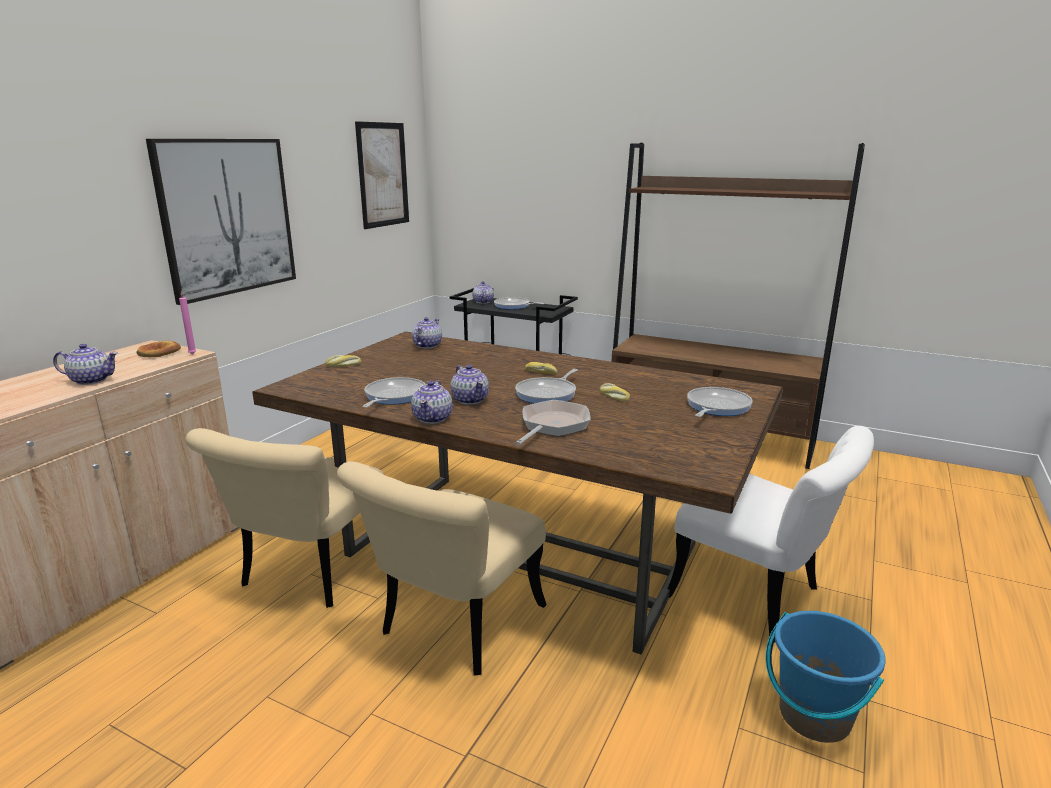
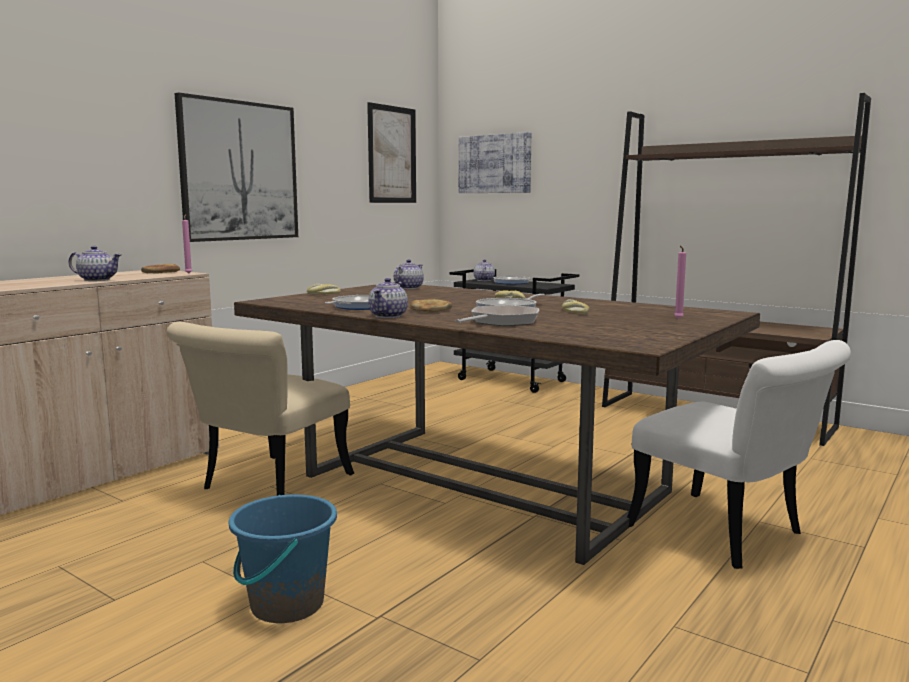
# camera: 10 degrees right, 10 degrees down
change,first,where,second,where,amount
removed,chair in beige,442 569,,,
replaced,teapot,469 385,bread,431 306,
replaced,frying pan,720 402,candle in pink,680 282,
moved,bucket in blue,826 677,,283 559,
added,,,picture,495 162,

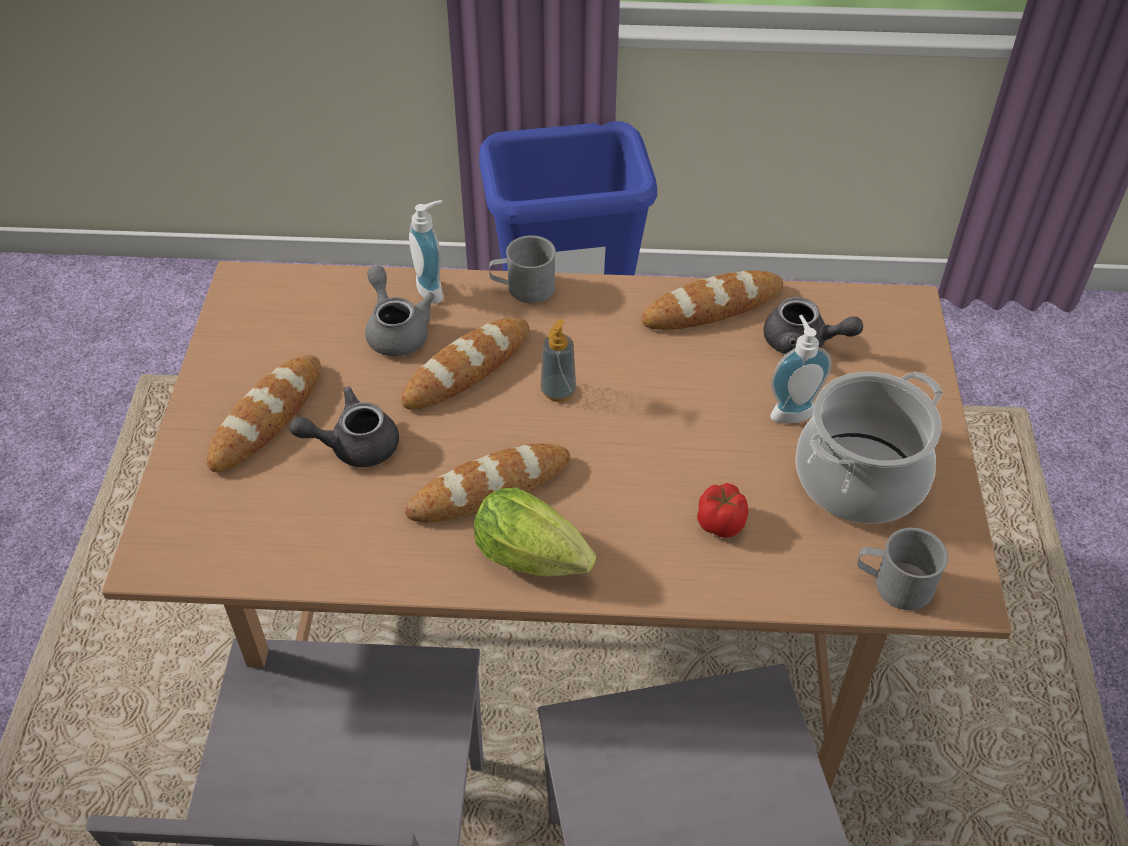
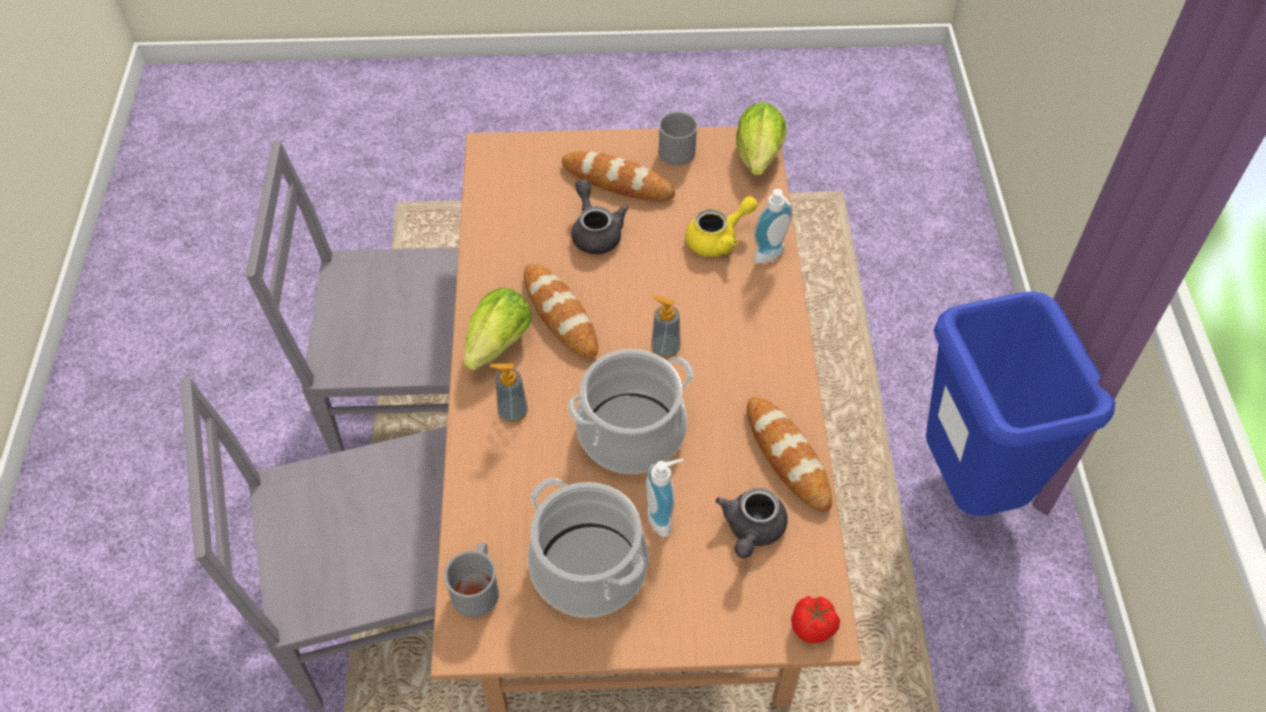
# camera: 85 degrees right, 5 degrees up
change,first,where,second,where,amount
recoloured,teapot in grey,400 311,teapot in yellow,721 226,
removed,bread,465 364,,,
moved,mug in grey,522 269,,678 138,
moved,tomato,722 510,,815 620,
added,,,soap dispenser,509 393,
added,,,cooking pot,631 411,
added,,,lettuce,761 138,

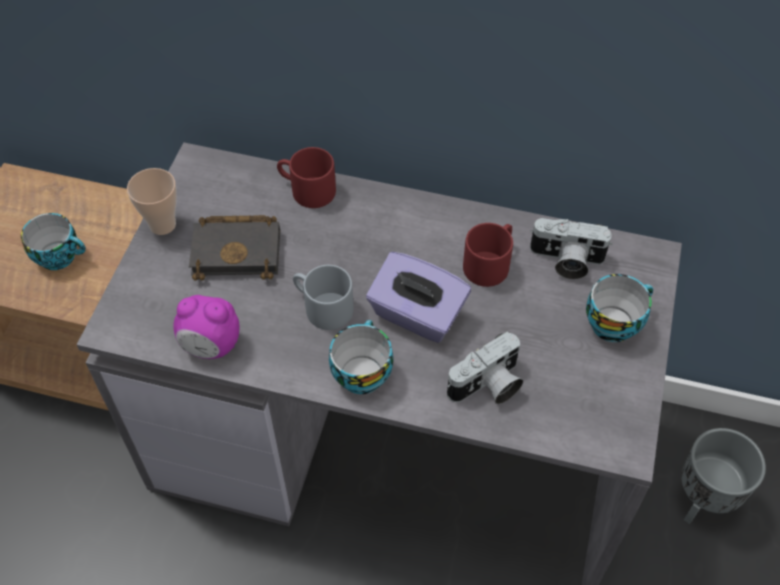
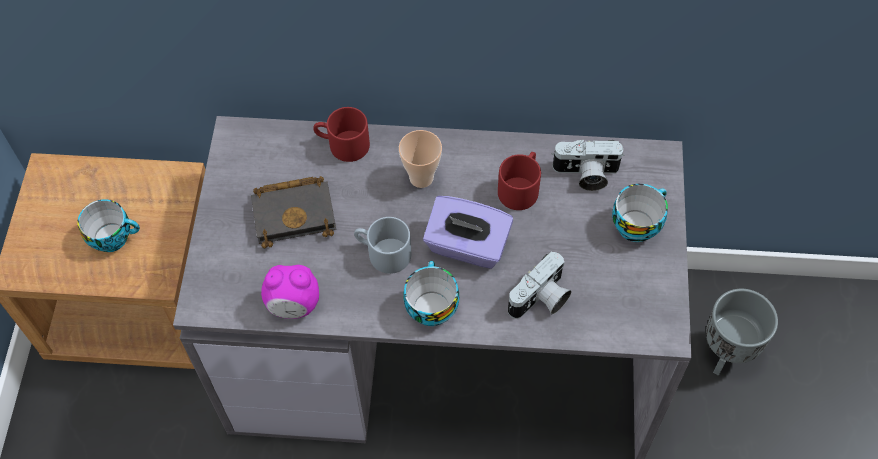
# camera: 10 degrees left, 5 degrees up
change,first,where,second,where,amount
moved,cup,152 201,,420 159,

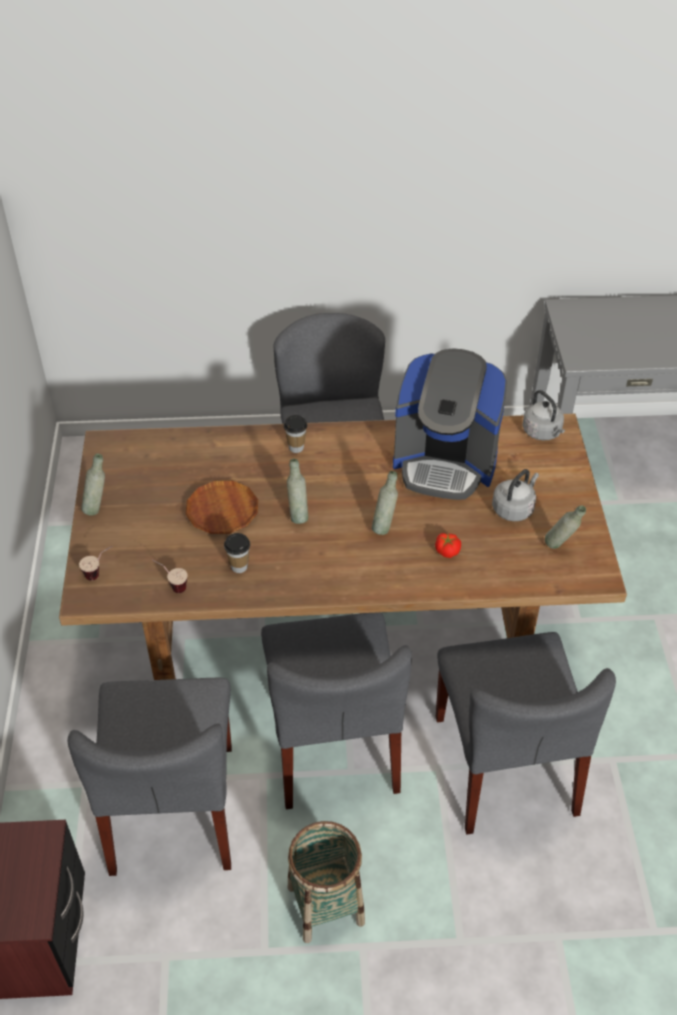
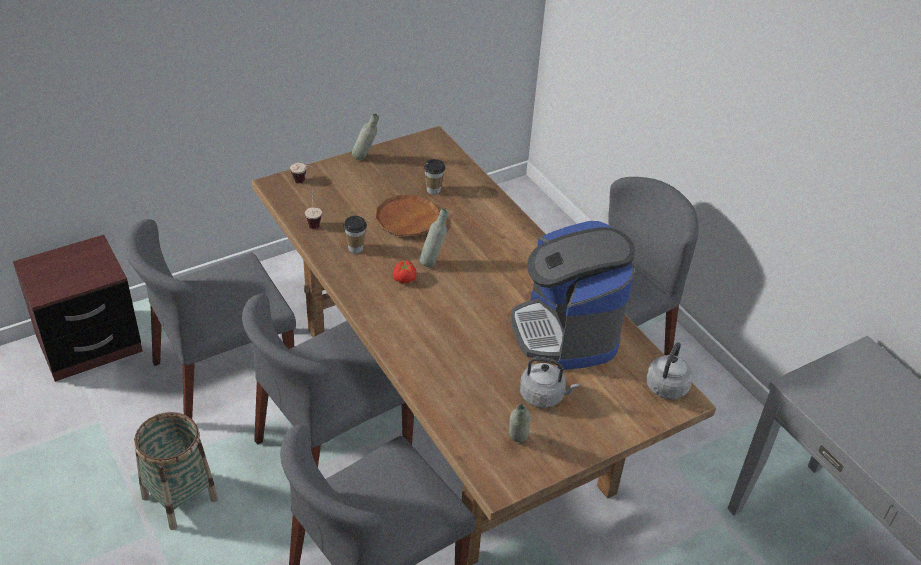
# camera: 60 degrees right, 5 degrees down
change,first,where,second,where,amount
moved,cup,296 434,,434 177,
removed,bottle in grey,385 503,,,
moved,tomato,448 545,,405 272,

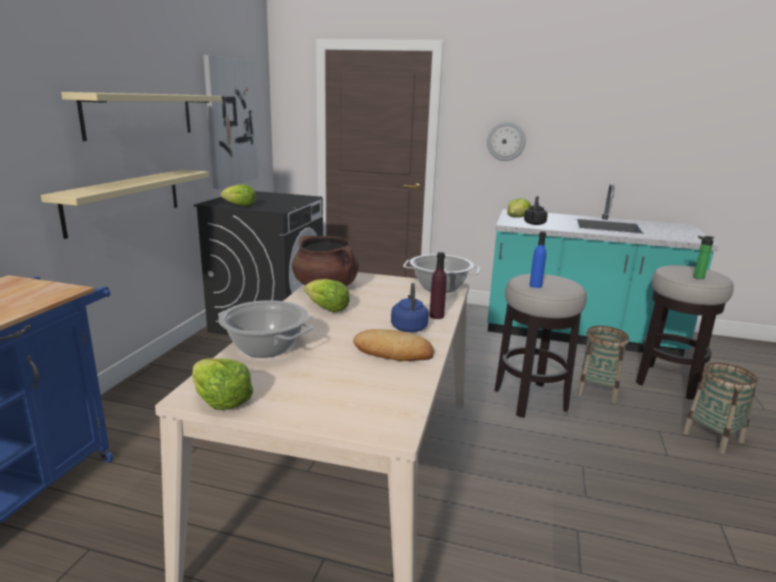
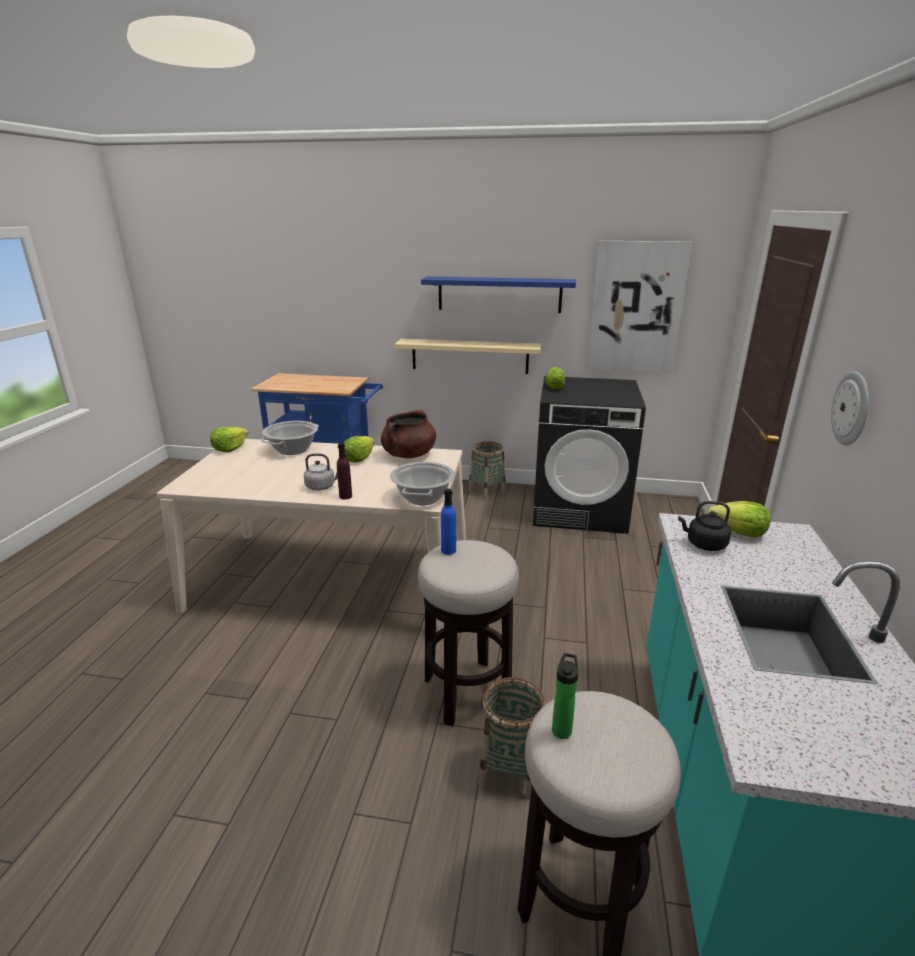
# camera: 85 degrees right, 5 degrees up
change,first,where,second,where,amount
recoloured,shelf in beige,141 116,shelf in blue,498 295,
removed,bread,393 345,,,
recoloured,kettle in blue,410 307,kettle in grey,321 472,
moved,basket,720 408,,487 470,

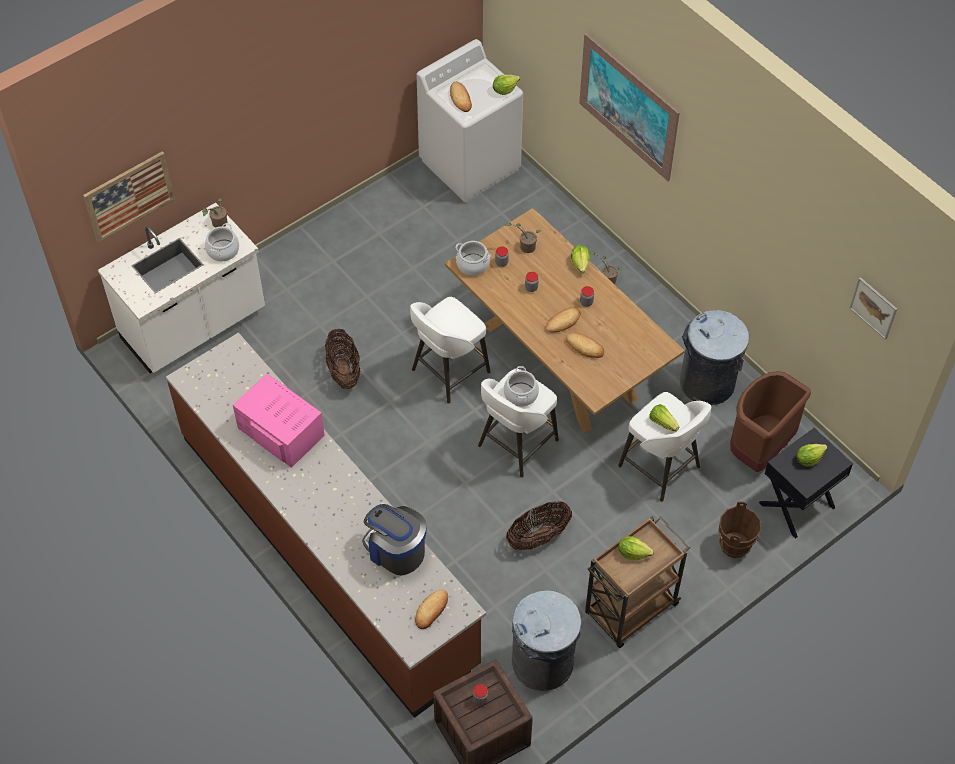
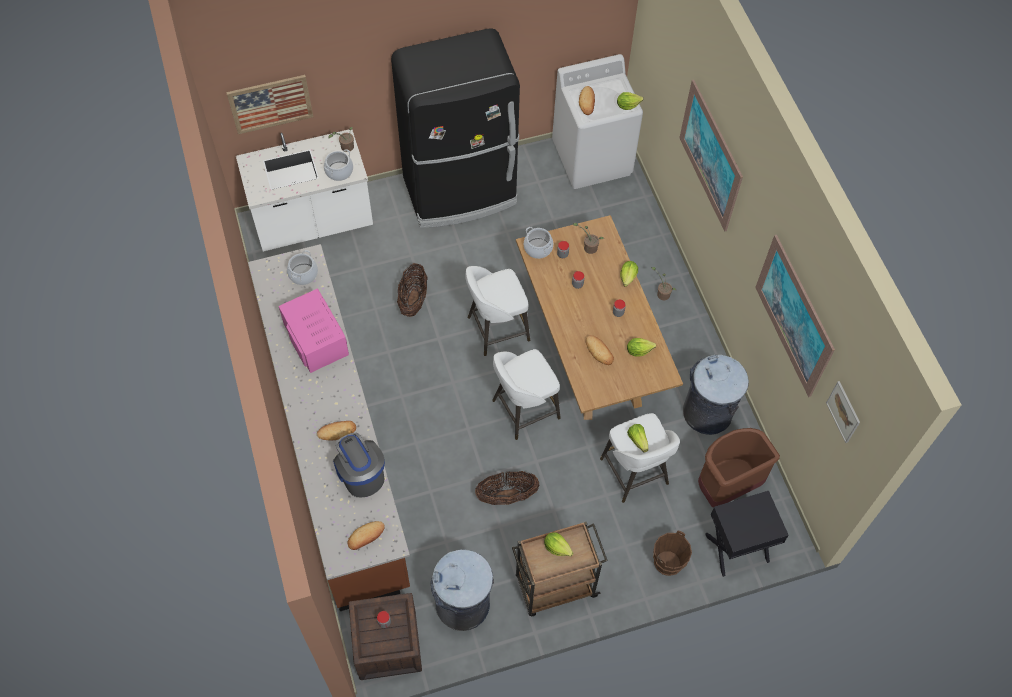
# camera: 20 degrees right, 5 degrees up
change,first,where,second,where,amount
moved,cooking pot,521 386,,302 267,
moved,bread,563 320,,336 431,
moved,lettuce,812 455,,641 347,
added,,,fridge in black,455 128,
added,,,picture,795 316,

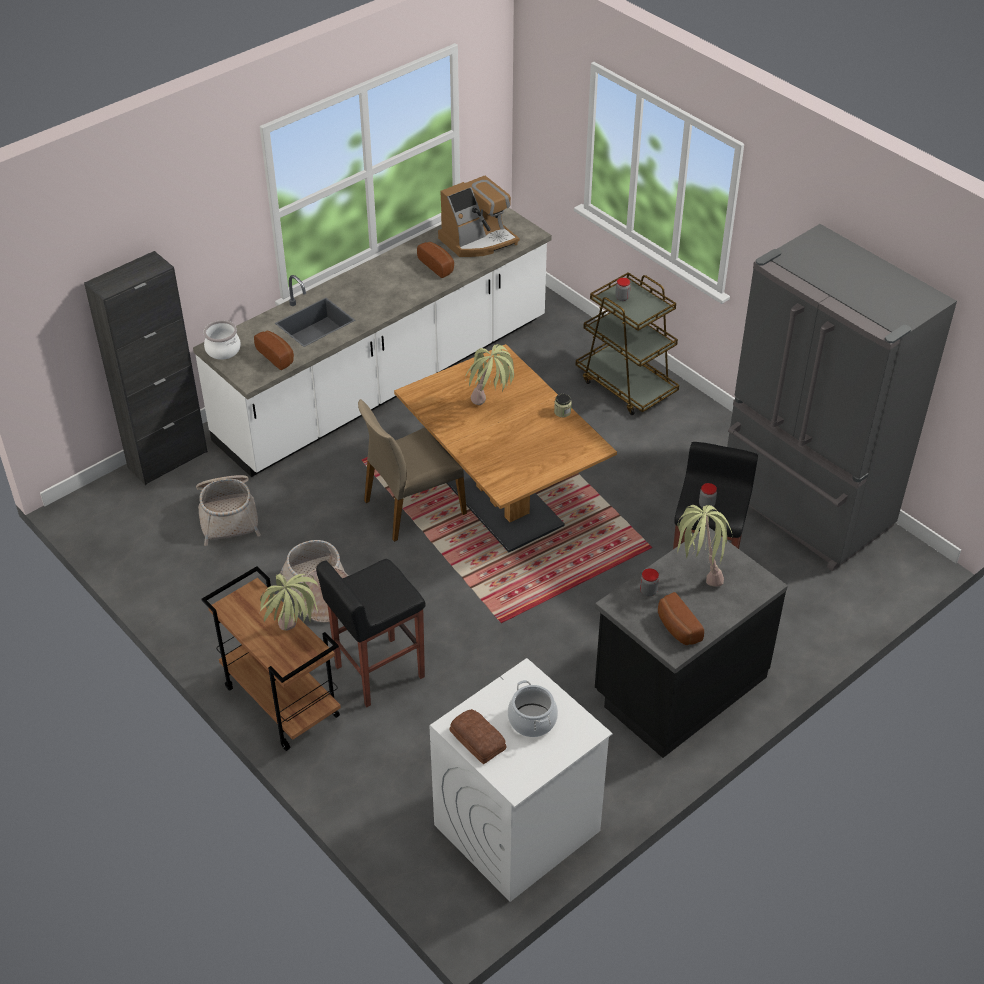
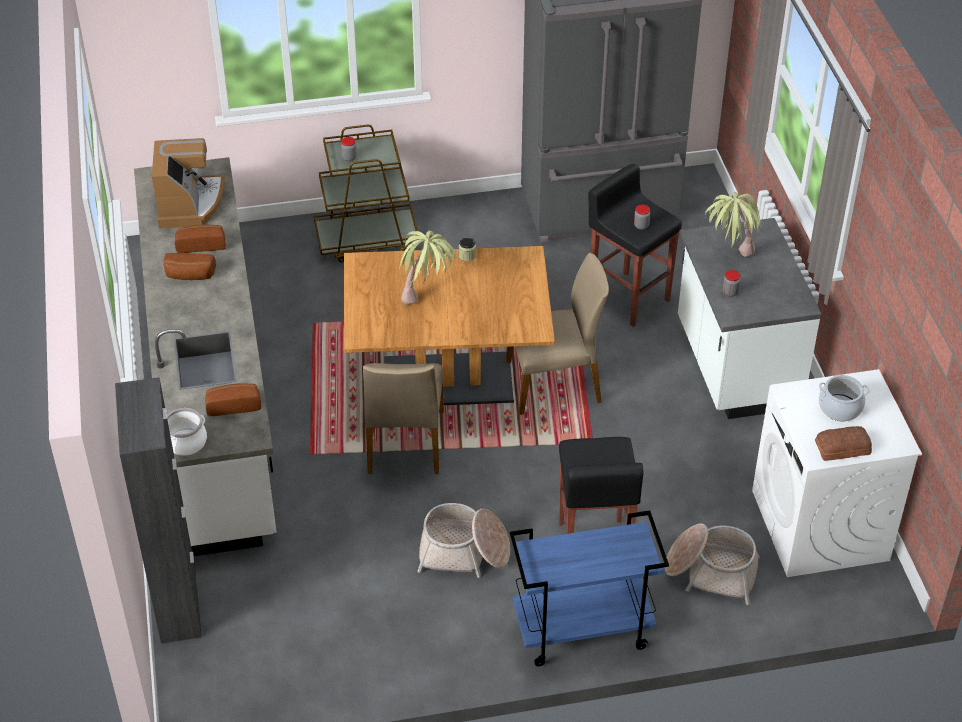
# camera: 60 degrees left, 0 degrees up
change,first,where,second,where,amount
moved,basket,228 510,,712 564,
recoloured,cart in brown,271 658,cart in blue,589 588,
removed,potted plant,289 602,,,
recoloured,counter in black,691 642,counter in white,749 318,
moved,bread,681 618,,190 266,
added,,,chair in beige,557 334,

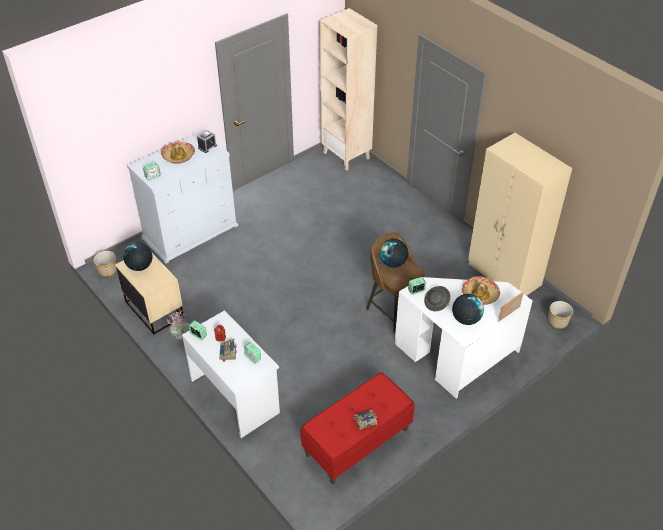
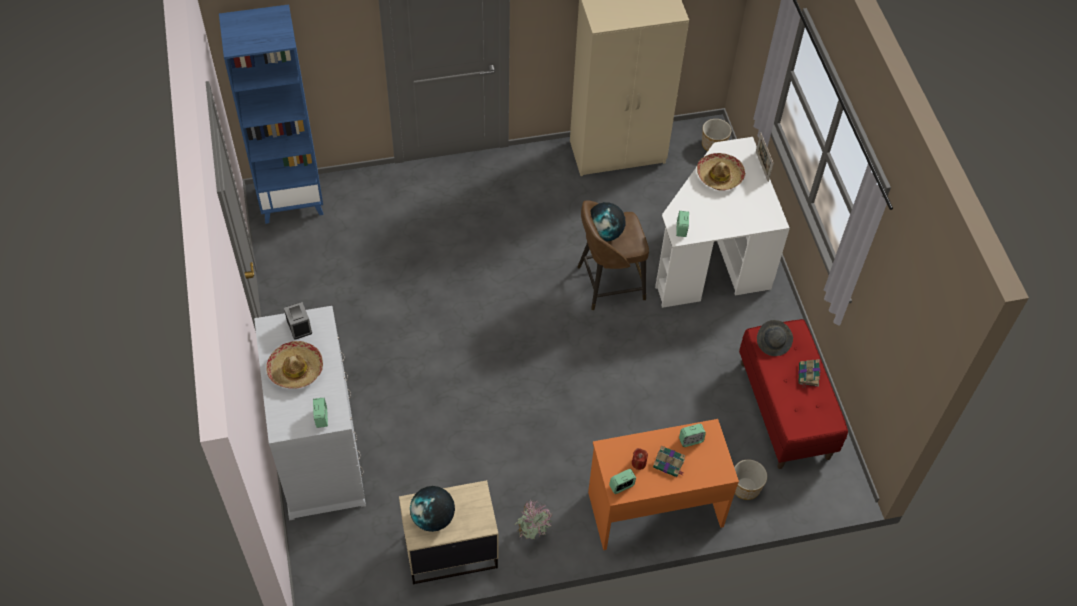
# camera: 65 degrees left, 10 degrees up
change,first,where,second,where,amount
moved,planter,105 264,,750 480,
recoloured,desk in white,231 374,desk in orange,663 484,
recoloured,bookcase in beige,348 89,bookcase in blue,271 114,
moved,hat in grey,437 298,,775 338,
removed,globe,468 309,,,

